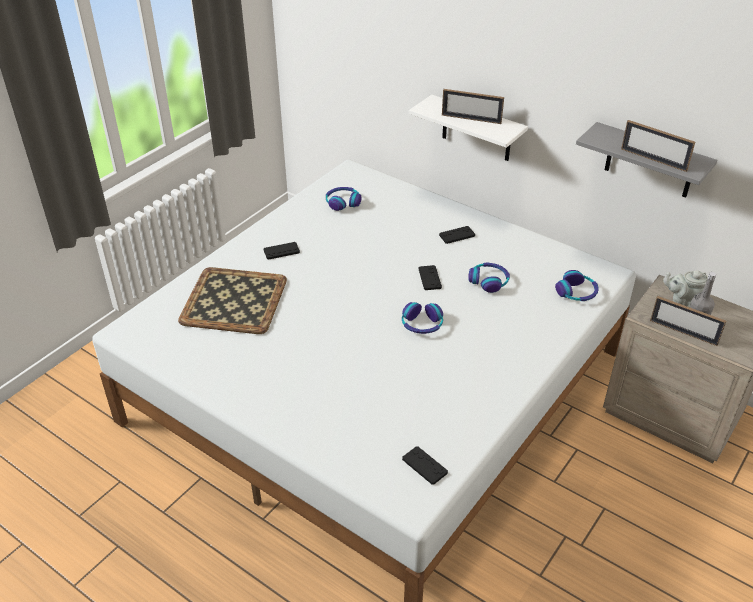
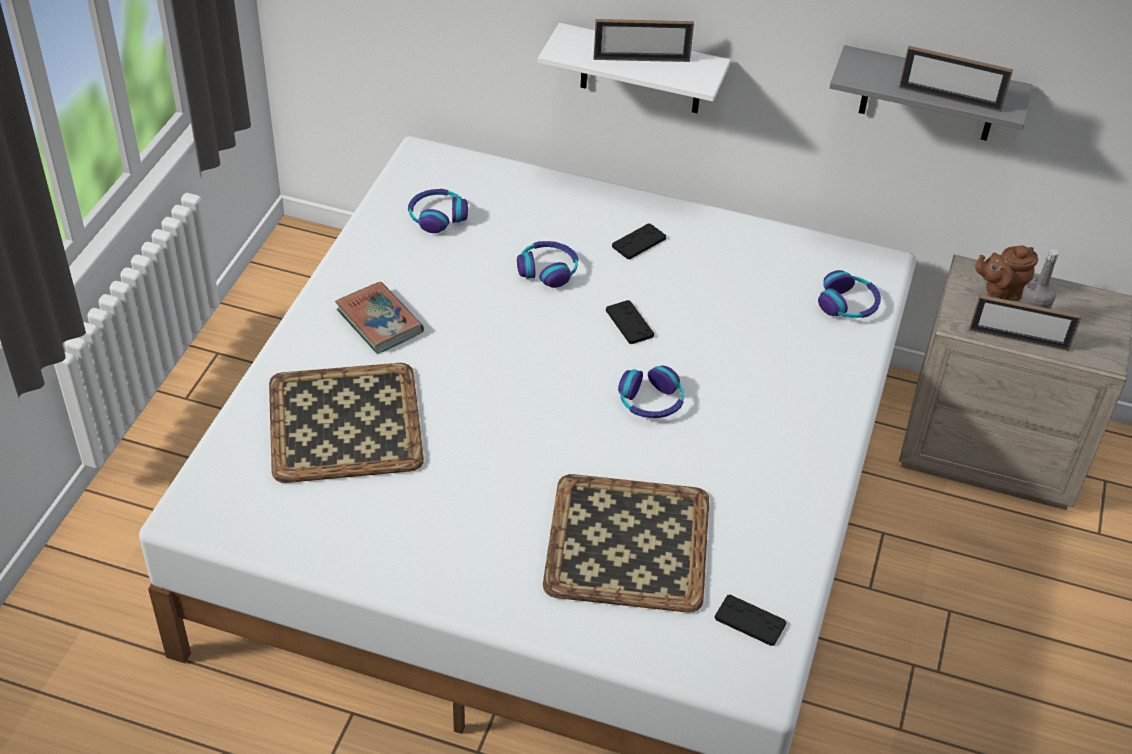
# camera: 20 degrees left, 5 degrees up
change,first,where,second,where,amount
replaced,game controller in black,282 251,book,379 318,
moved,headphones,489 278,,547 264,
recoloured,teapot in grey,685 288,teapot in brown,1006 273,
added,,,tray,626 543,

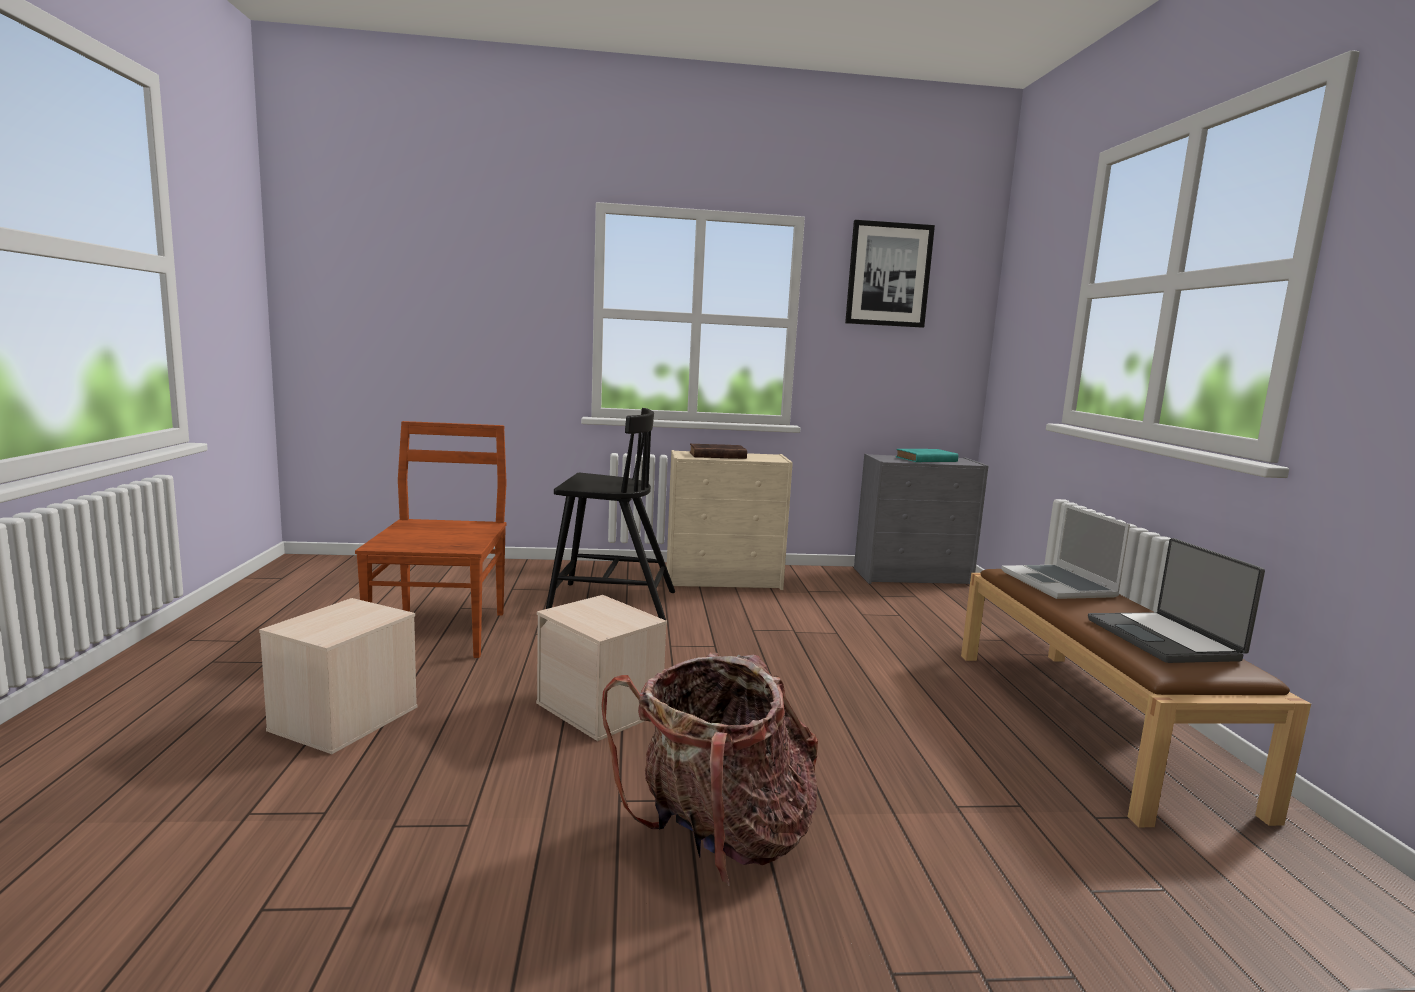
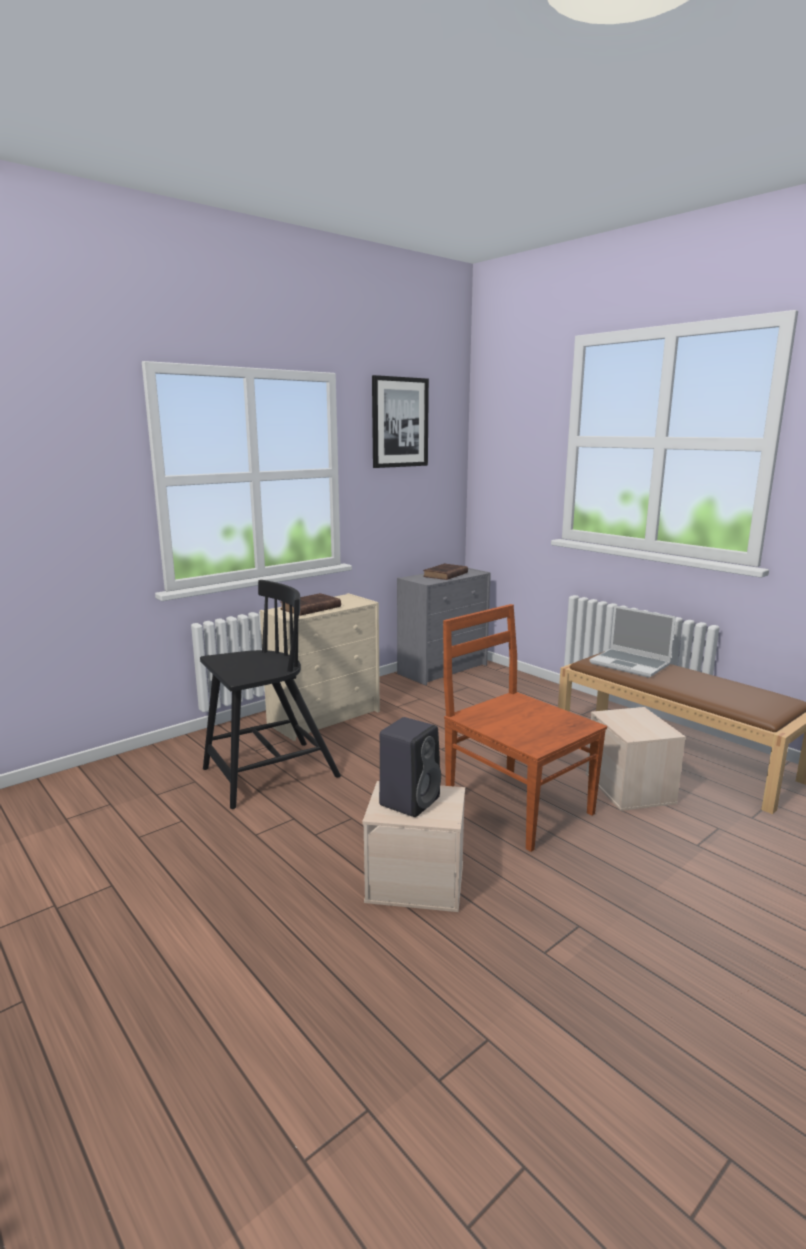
# camera: 35 degrees left, 5 degrees up
change,first,where,second,where,amount
moved,storage box in beige,338 676,,636 759,
moved,chair in brown,431 539,,525 728,
removed,backpack,709 769,,,
recoloured,book in turquoise,927 455,book in brown,445 572,
removed,laptop,1176 600,,,
added,,,speaker in black,410 767,

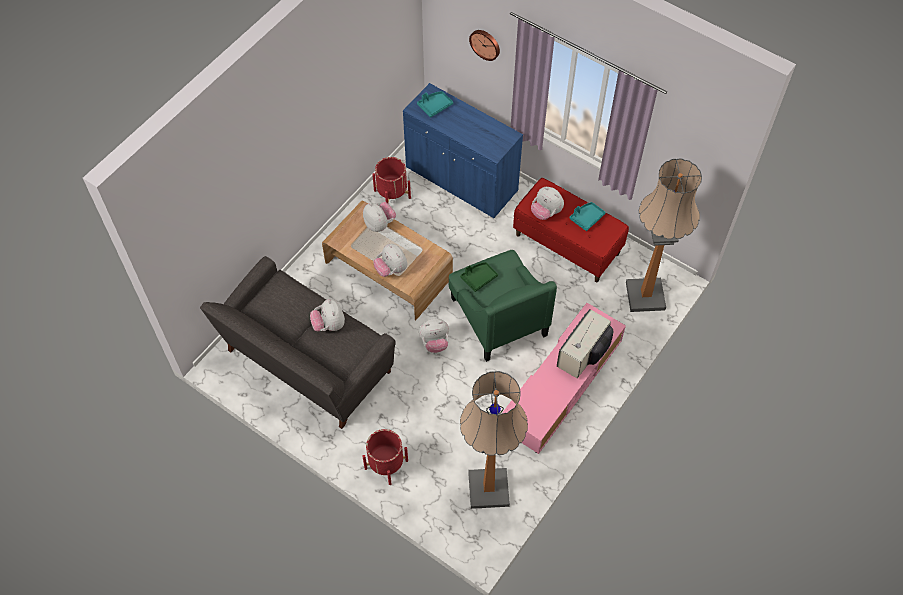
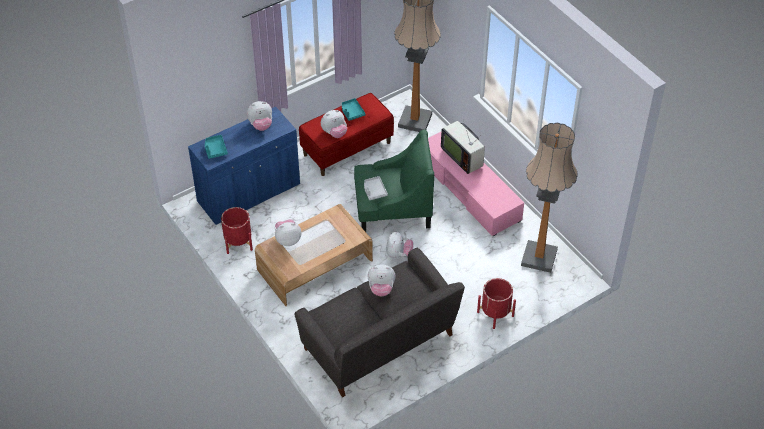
# camera: 70 degrees left, 10 degrees down
change,first,where,second,where,amount
moved,plush toy,390 260,,259 116,
recoloured,tray in green,479 277,tray in grey,376 188,
removed,wall clock,484 45,,,

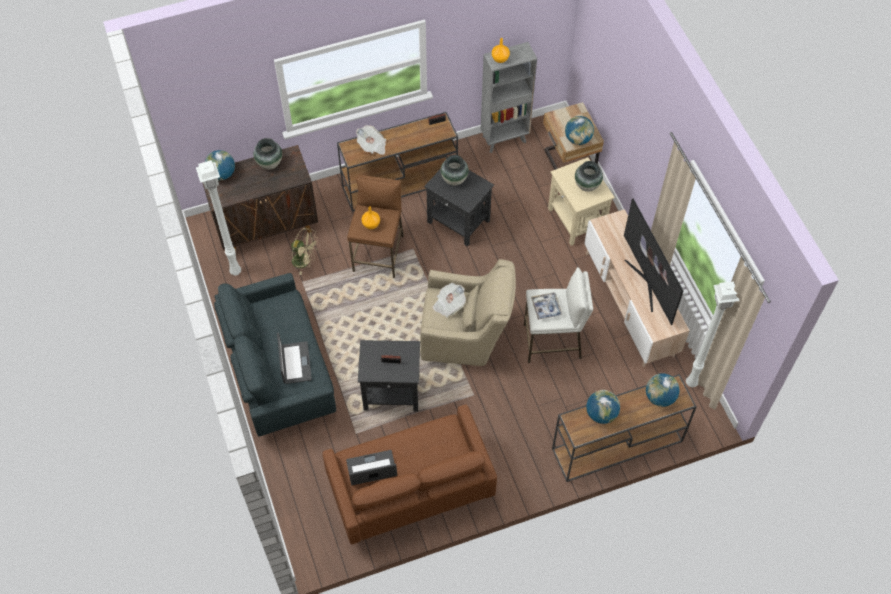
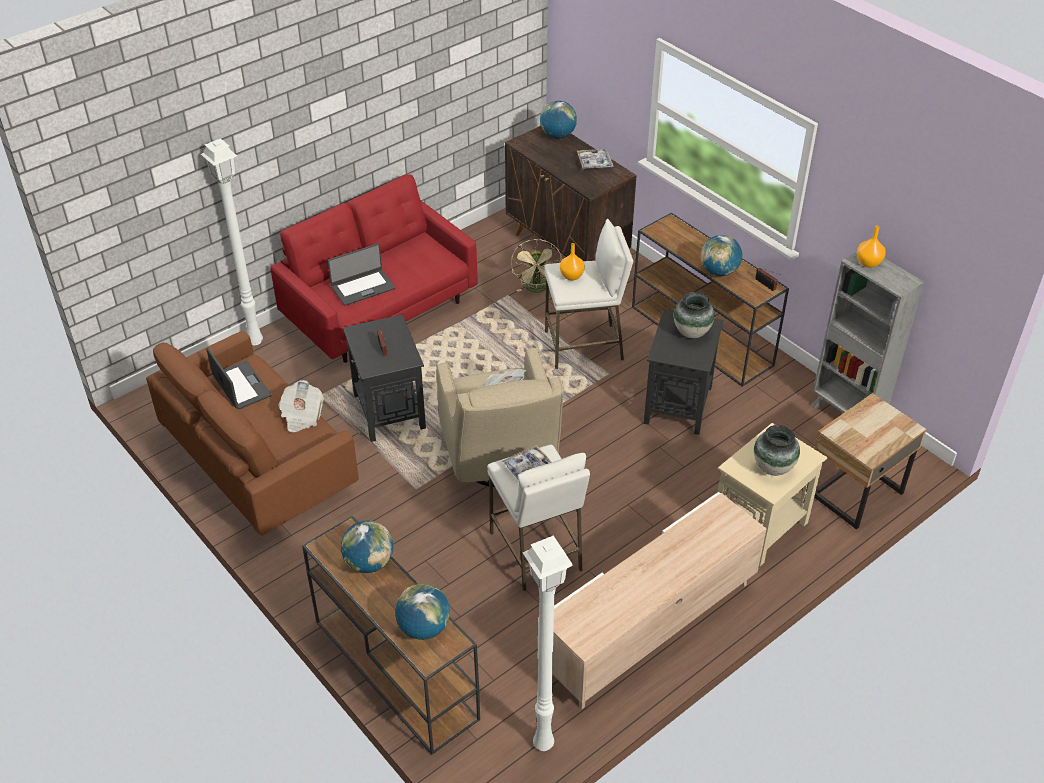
# camera: 70 degrees right, 15 degrees down
change,first,where,second,where,amount
moved,floor lamp in white,218 218,,232 241,
recoloured,sofa in grey,275 355,sofa in red,374 268,
replaced,vase,268 153,tray,595 159,
recoloured,stool in brown,375 226,stool in white,588 294,
moved,newspaper,371 140,,301 406,
moved,globe,579 130,,721 255,
removed,television,653 261,,,

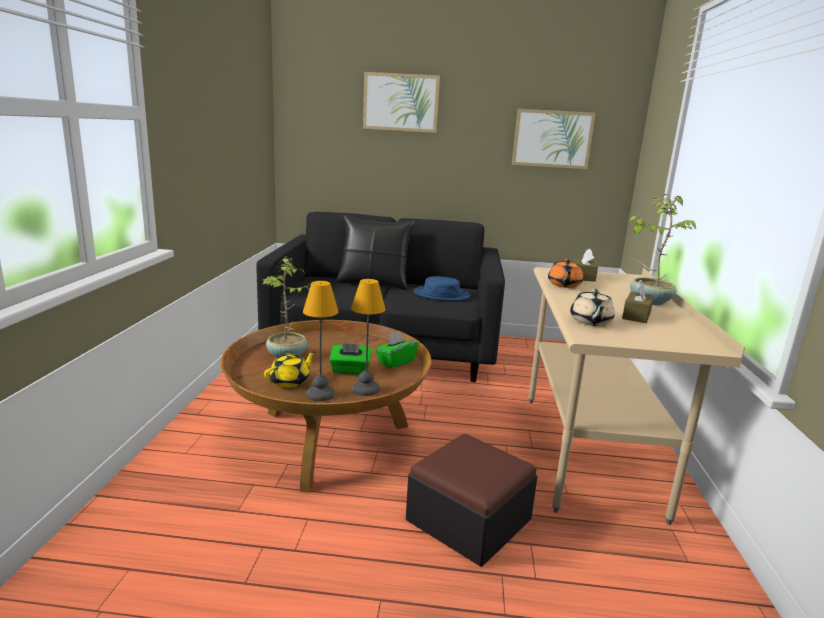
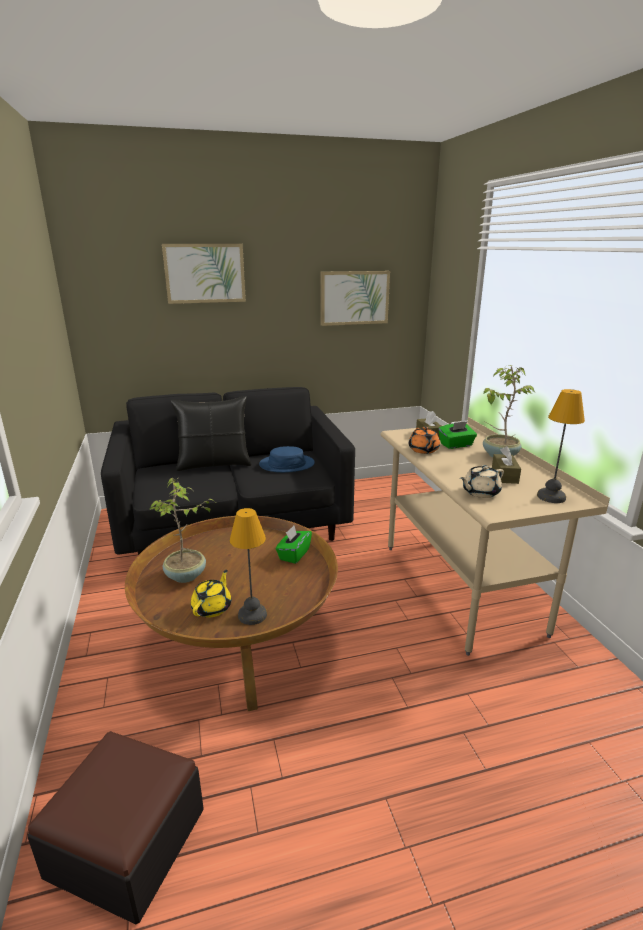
# camera: 20 degrees left, 5 degrees up
change,first,where,second,where,amount
moved,tissue box in green,350 359,,458 435,
moved,table lamp,368 337,,561 446,
moved,ottoman,471 500,,116 828,
turned,teapot in beige,592 307,,482 481,75 degrees clockwise

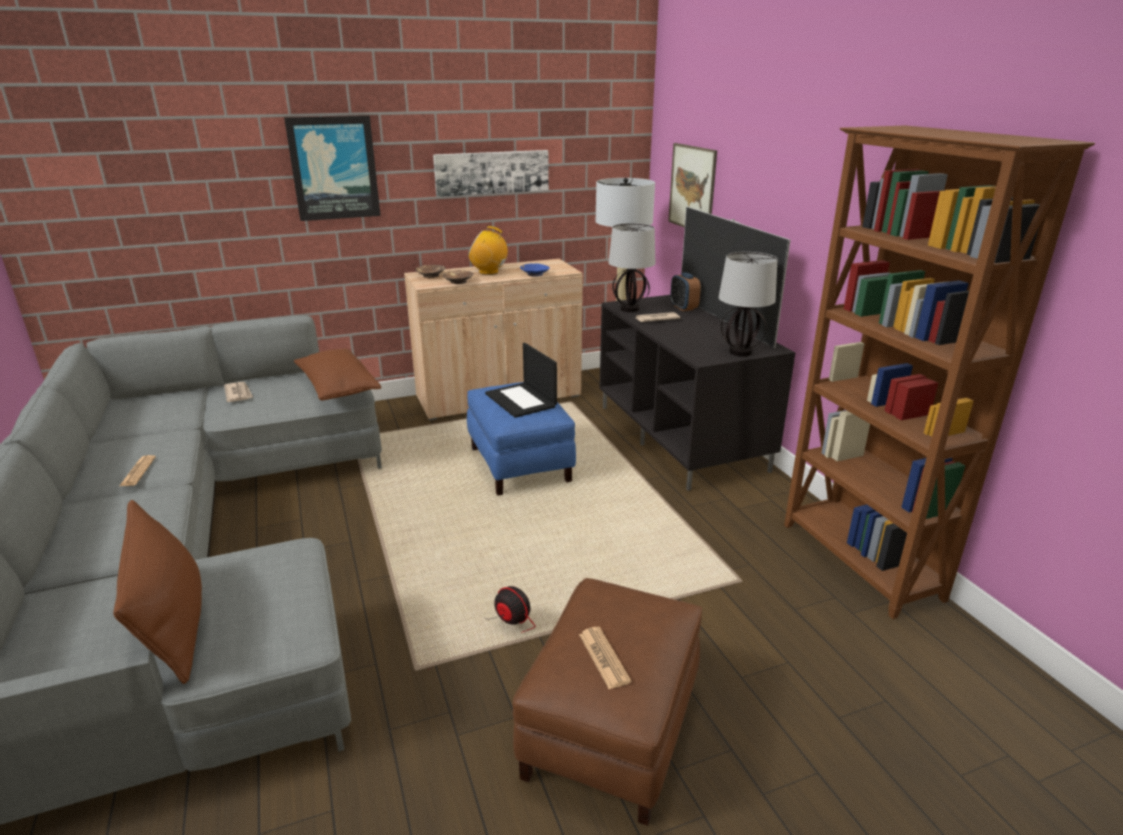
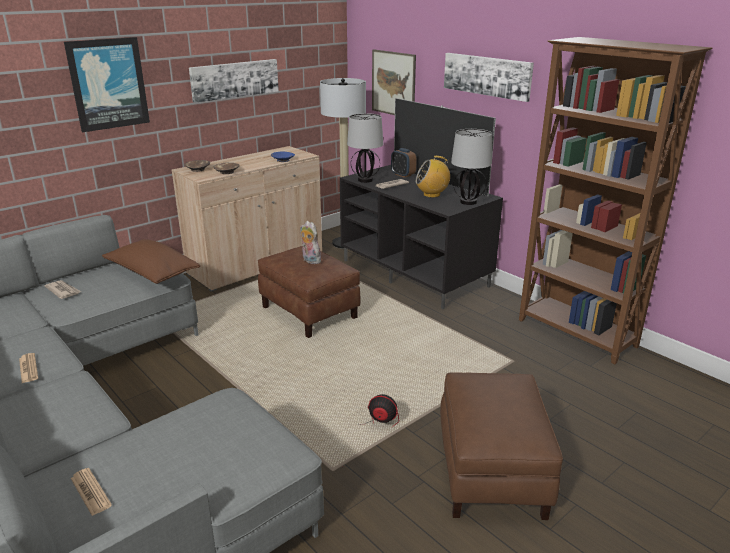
# camera: 20 degrees left, 0 degrees up
change,first,where,second,where,amount
removed,pillow in brown,157 592,,,
recoloured,ottoman in blue,521 439,ottoman in brown,309 292,
moved,radio,488 250,,432 177,
replaced,laptop,521 380,plush toy,310 242,
moved,newspaper,605 658,,91 492,
added,,,picture,489 77,

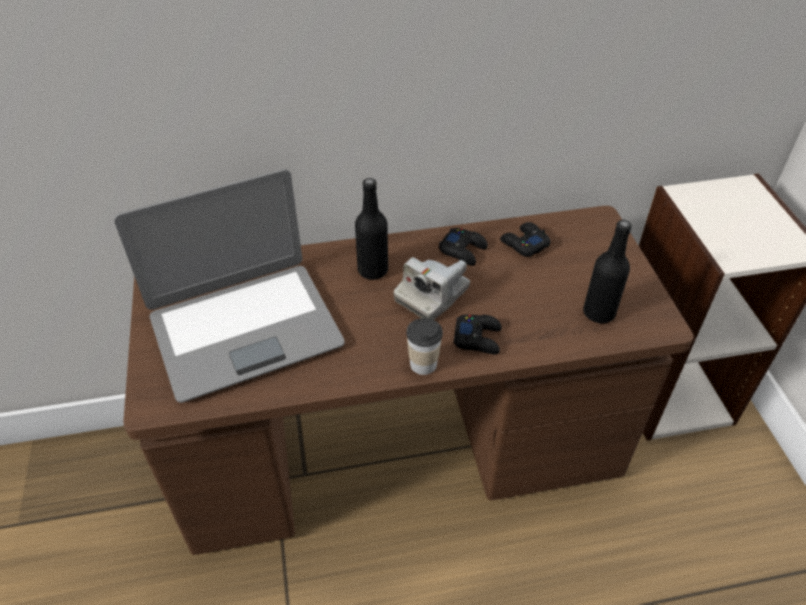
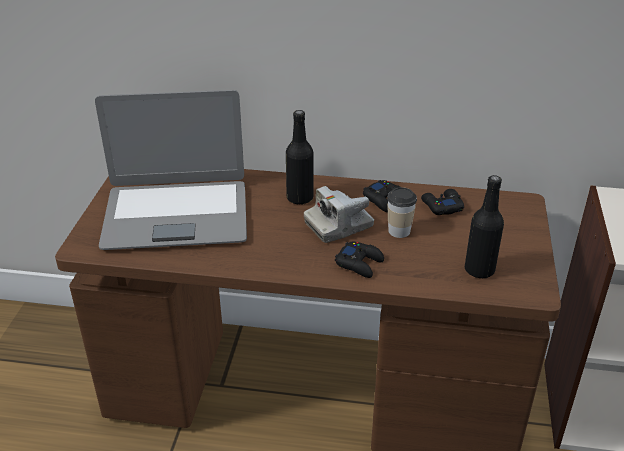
# camera: 20 degrees right, 10 degrees down
change,first,where,second,where,amount
moved,cup,424 346,,402 212,

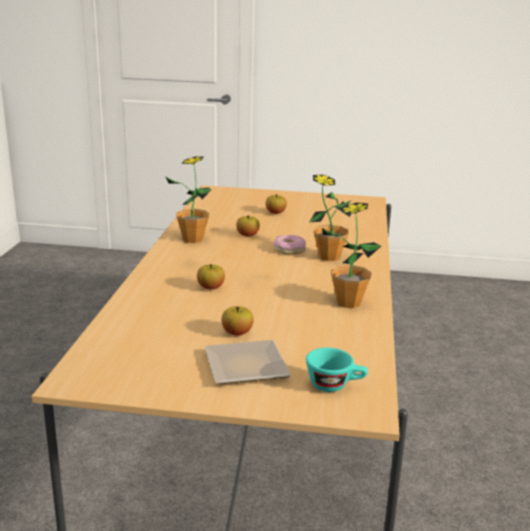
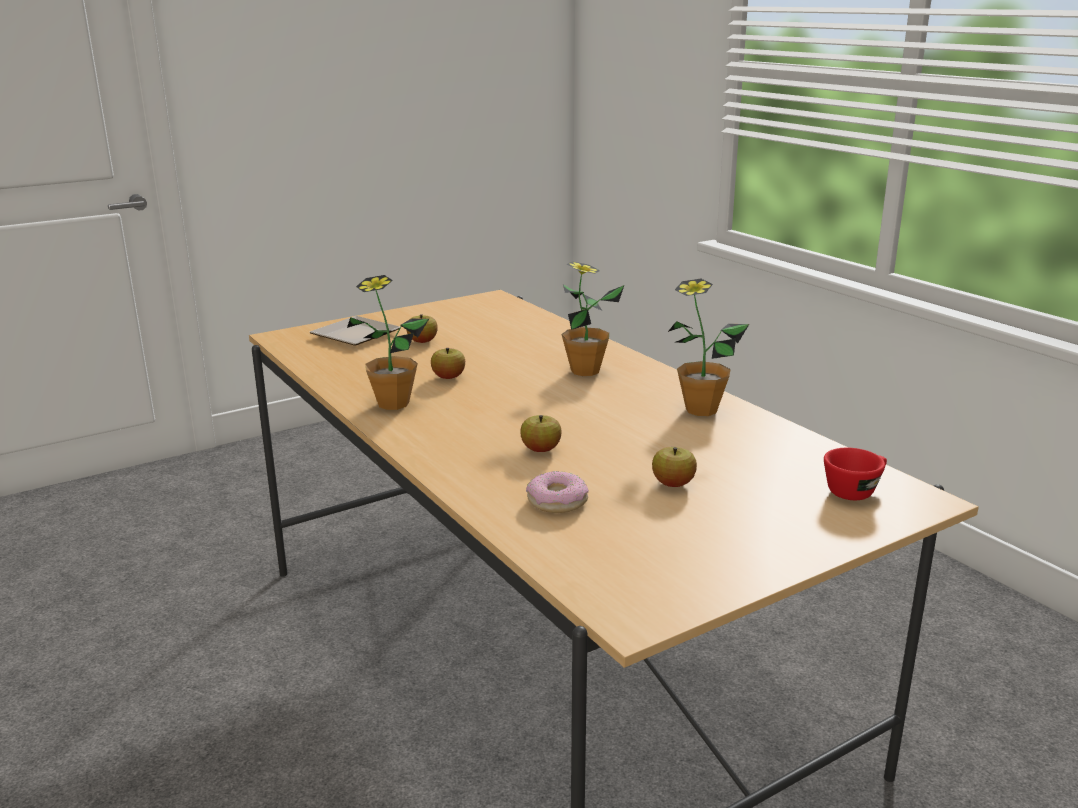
# camera: 40 degrees left, 0 degrees up
change,first,where,second,where,amount
moved,plate,248 362,,355 331,
moved,donut,290 245,,557 492,
recoloured,cup in turquoise,337 370,cup in red,855 474,

